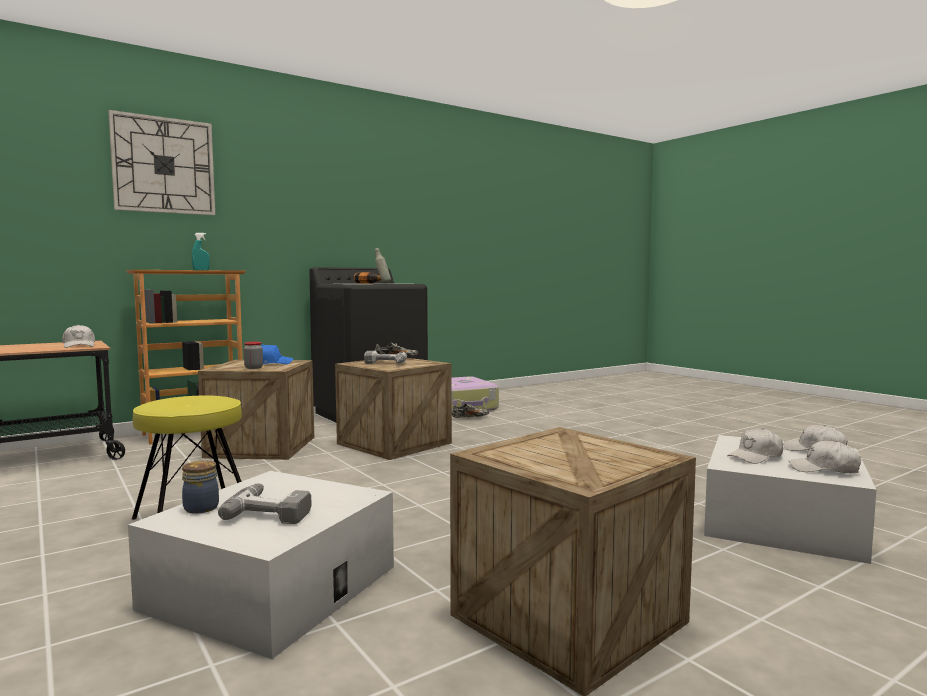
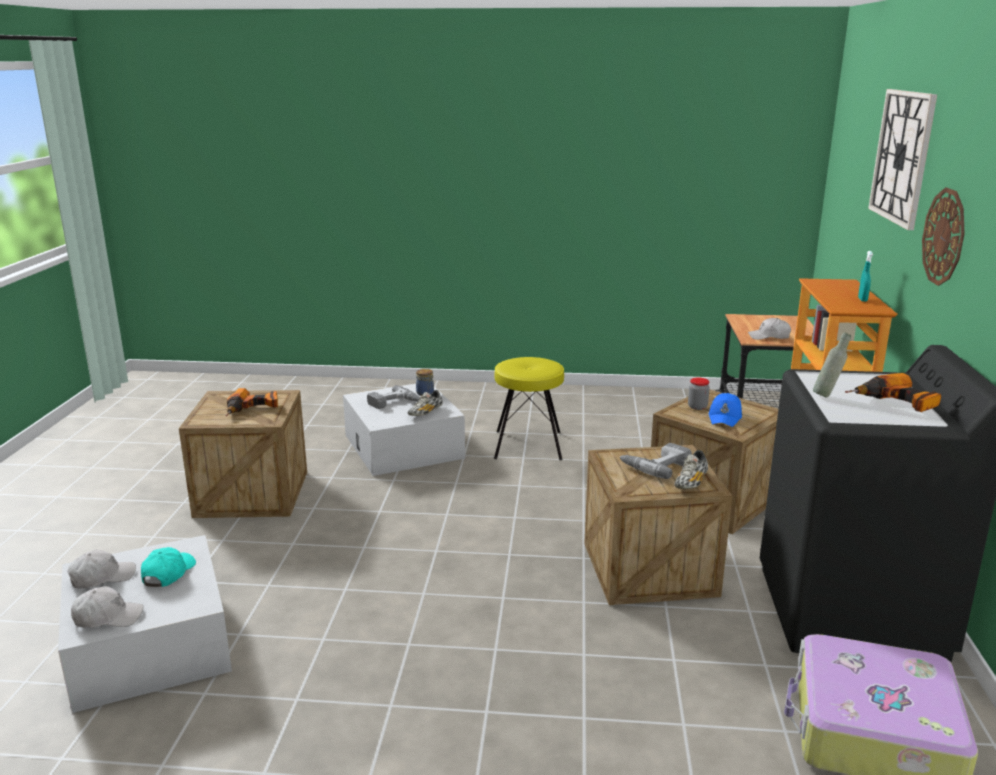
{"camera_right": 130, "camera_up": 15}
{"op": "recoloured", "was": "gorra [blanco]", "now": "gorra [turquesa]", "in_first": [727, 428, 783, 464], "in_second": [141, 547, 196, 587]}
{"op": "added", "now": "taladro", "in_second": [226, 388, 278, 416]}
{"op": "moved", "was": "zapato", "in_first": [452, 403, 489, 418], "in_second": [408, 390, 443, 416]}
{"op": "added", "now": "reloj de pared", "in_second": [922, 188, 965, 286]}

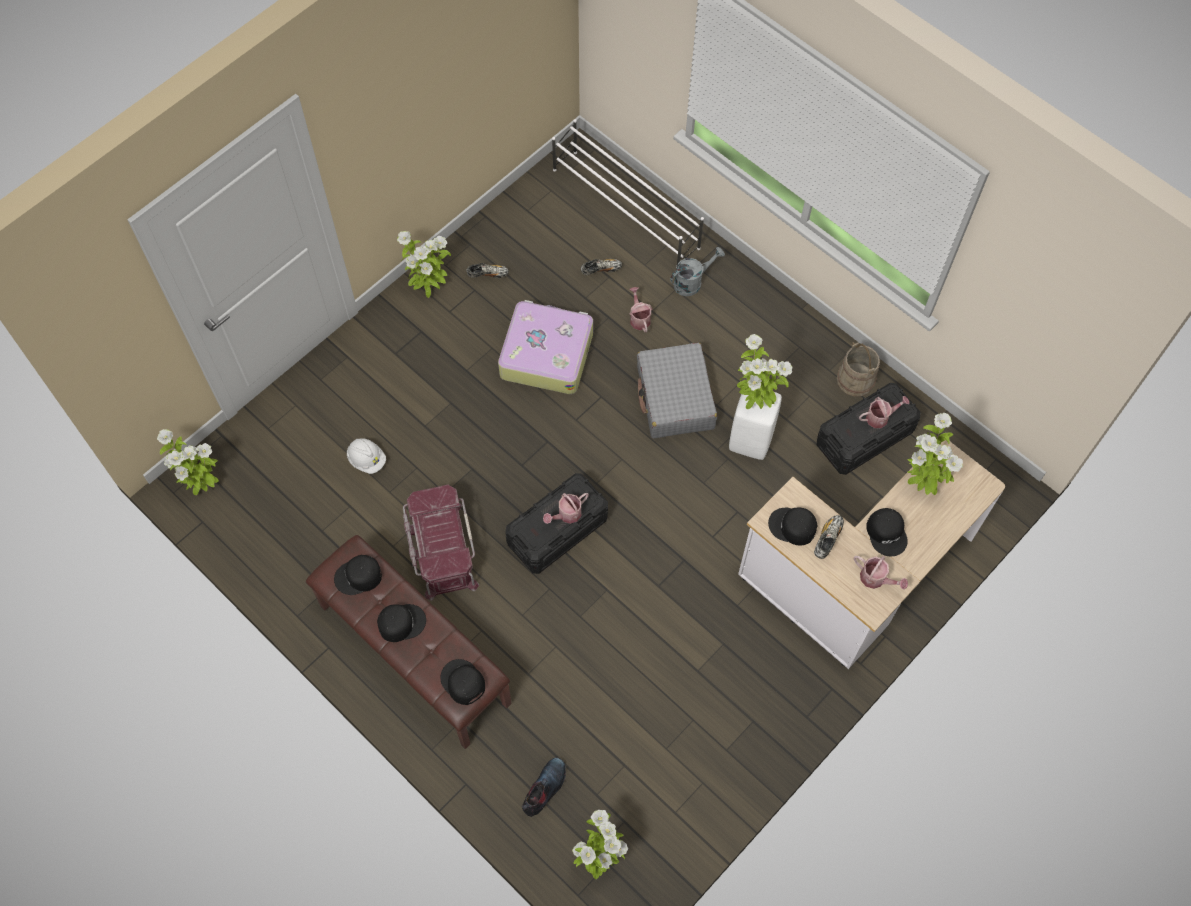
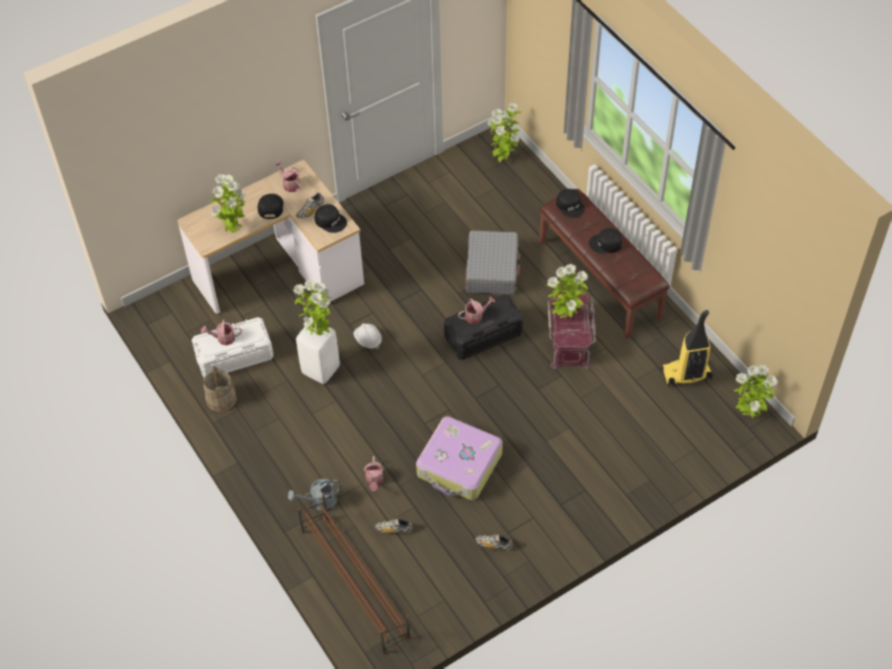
{"camera_right": -165, "camera_up": -10}
{"op": "recoloured", "was": "caja de almacenaje [negro]", "now": "caja de almacenaje [blanco]", "in_first": [816, 383, 921, 475], "in_second": [192, 317, 273, 378]}
{"op": "recoloured", "was": "zapatero [blanco]", "now": "zapatero [marrón]", "in_first": [552, 119, 704, 267], "in_second": [297, 494, 411, 654]}
{"op": "moved", "was": "casco [blanco]", "in_first": [347, 438, 386, 474], "in_second": [353, 323, 382, 349]}
{"op": "moved", "was": "maleta [gris]", "in_first": [637, 343, 717, 438], "in_second": [466, 230, 521, 295]}
{"op": "moved", "was": "planta en maceta", "in_first": [397, 231, 451, 298], "in_second": [546, 264, 588, 318]}
{"op": "added", "now": "aspiradora", "in_second": [661, 310, 712, 387]}
{"op": "removed", "was": "gorra [negro]", "in_first": [334, 555, 382, 595]}
{"op": "removed", "was": "bota", "in_first": [522, 758, 566, 817]}

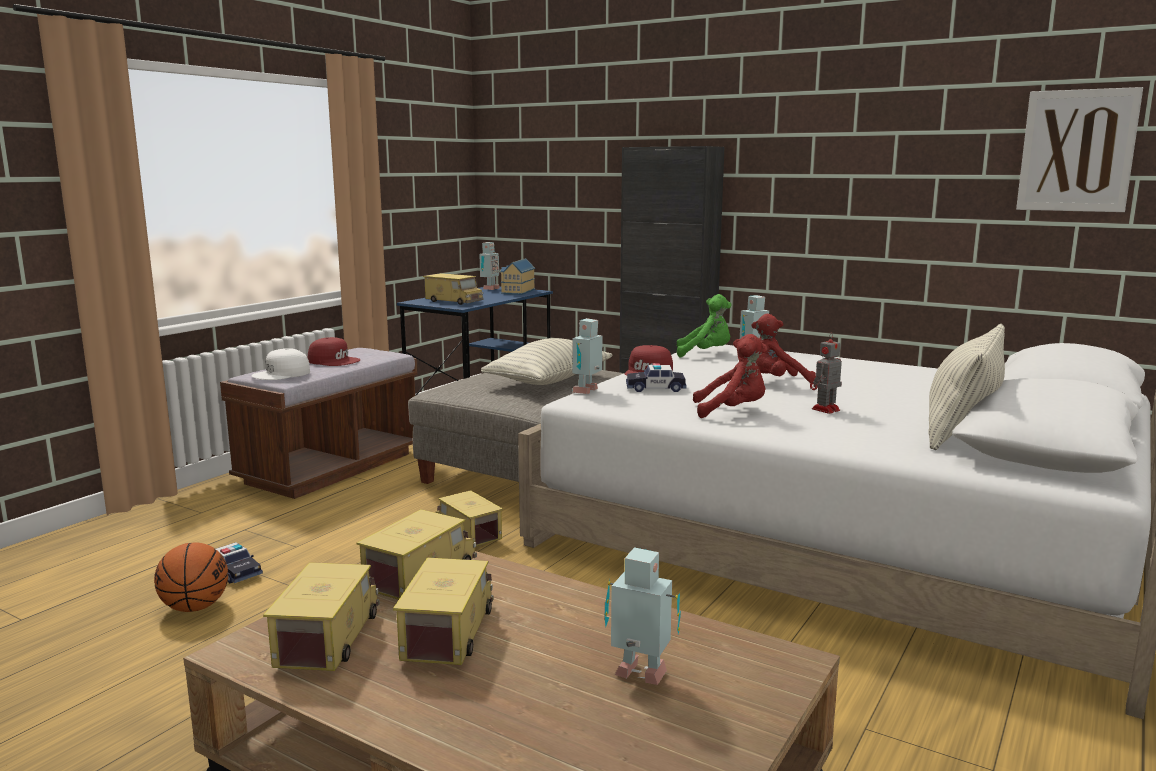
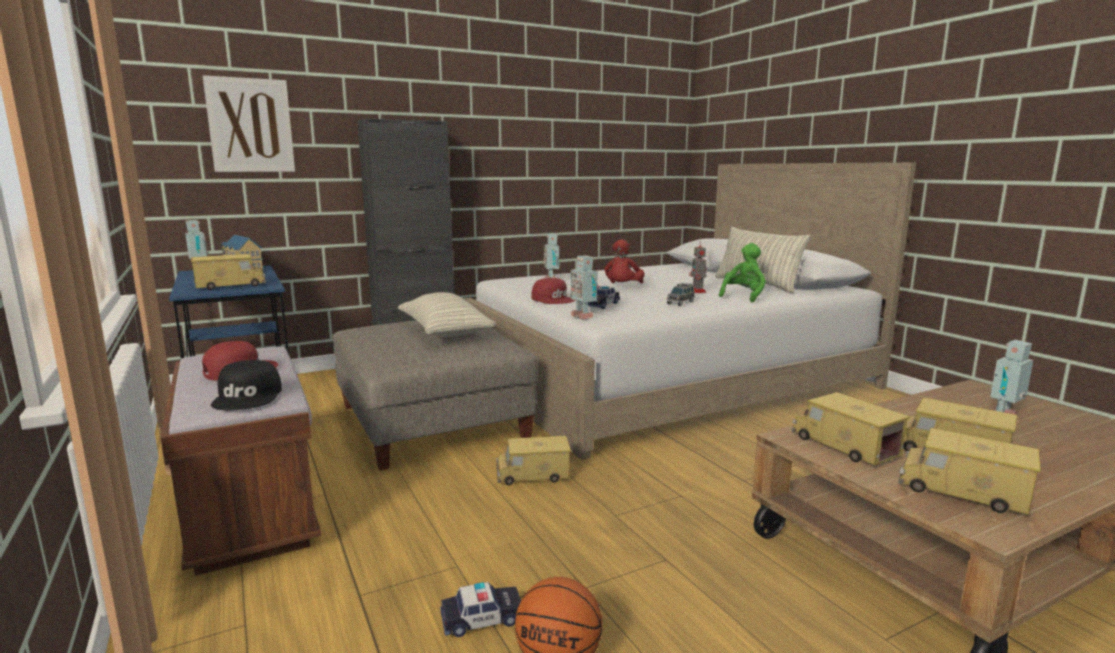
{"camera_right": -60, "camera_up": 0}
{"op": "moved", "was": "cuadro", "in_first": [1016, 87, 1143, 212], "in_second": [203, 75, 295, 172]}
{"op": "recoloured", "was": "gorra [blanco]", "now": "gorra [negro]", "in_first": [252, 348, 310, 380], "in_second": [211, 360, 282, 410]}
{"op": "replaced", "was": "peluche [rojo]", "now": "coche de juguete [gris]", "in_first": [693, 334, 768, 418], "in_second": [667, 283, 695, 306]}
{"op": "moved", "was": "peluche [verde]", "in_first": [676, 294, 732, 358], "in_second": [719, 243, 766, 302]}

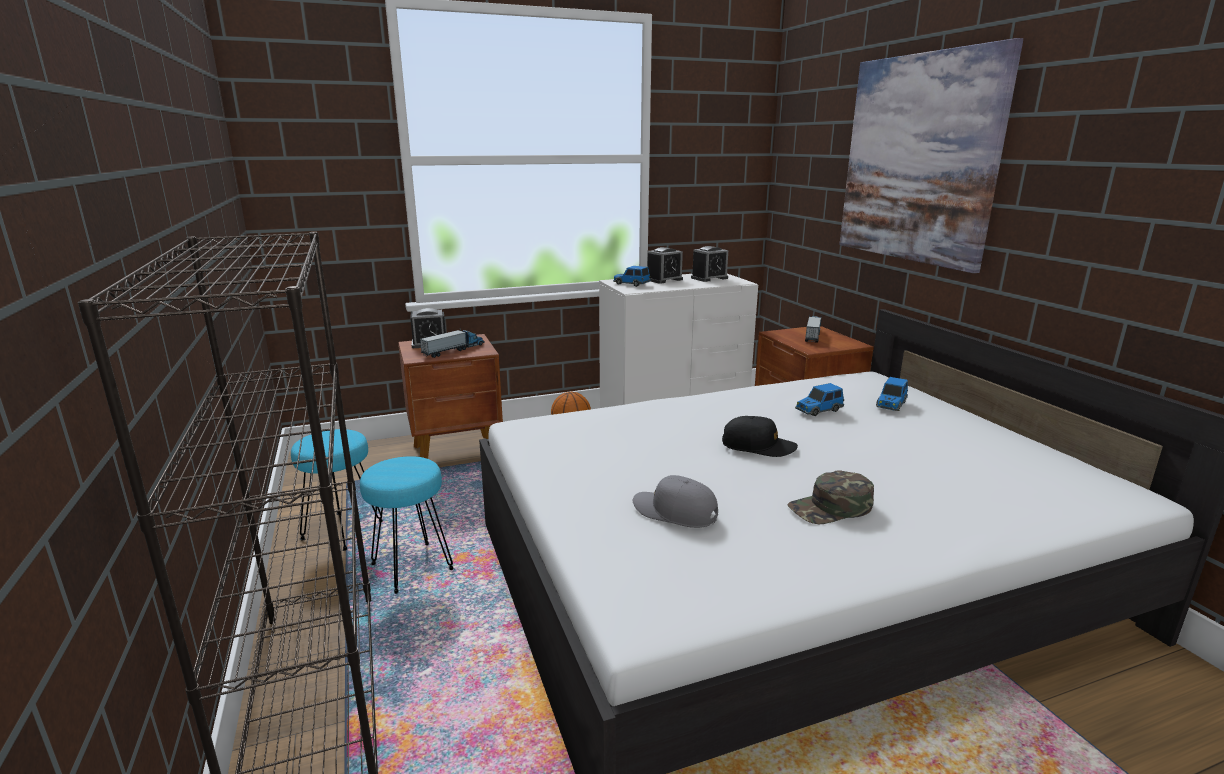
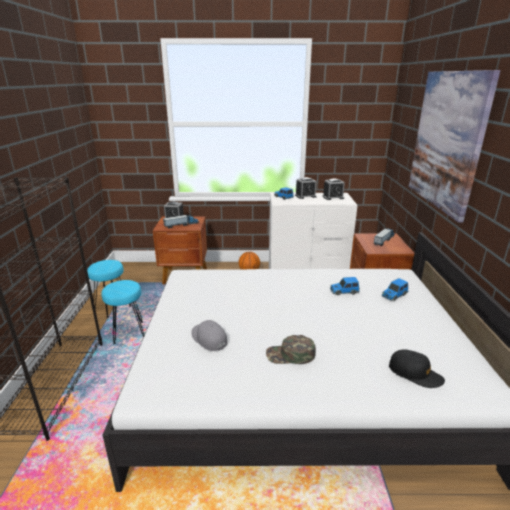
{"camera_right": 20, "camera_up": 5}
{"op": "moved", "was": "gorra [negro]", "in_first": [722, 416, 798, 457], "in_second": [389, 349, 445, 388]}

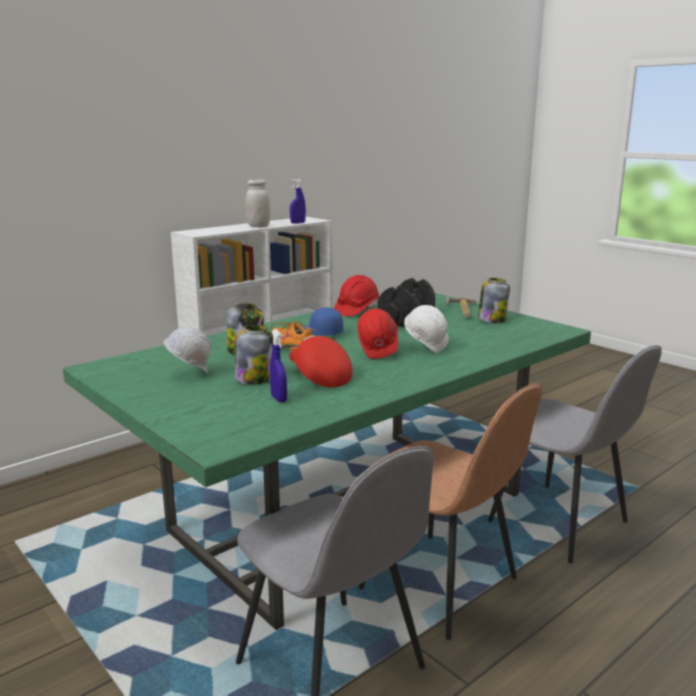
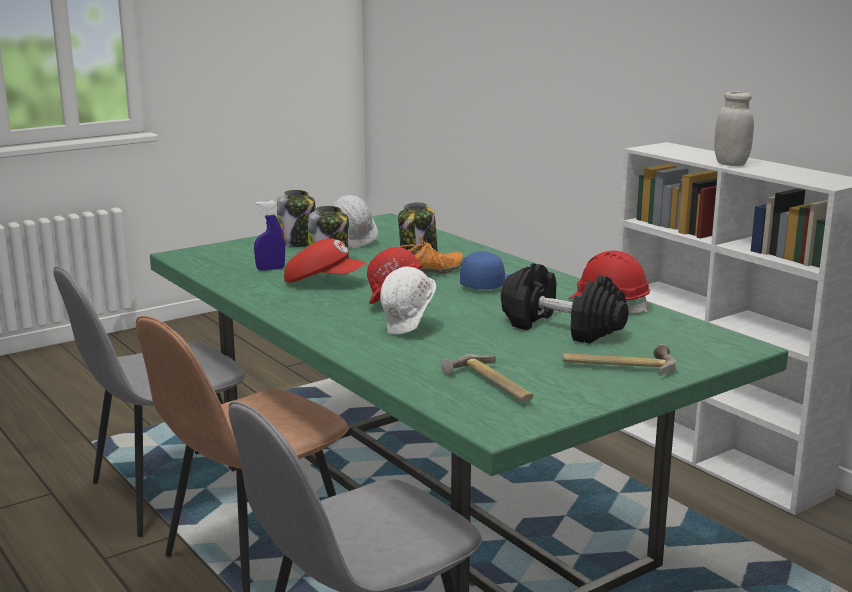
{"camera_right": 95, "camera_up": 0}
{"op": "moved", "was": "tarro", "in_first": [478, 278, 510, 323], "in_second": [277, 190, 316, 247]}
{"op": "turned", "was": "gorra [rojo]", "in_first": [289, 335, 352, 388], "in_second": [284, 238, 365, 283], "clockwise": 45}
{"op": "added", "now": "martillo", "in_second": [441, 354, 533, 402]}
{"op": "removed", "was": "pulverizador [azul]", "in_first": [290, 179, 306, 224]}

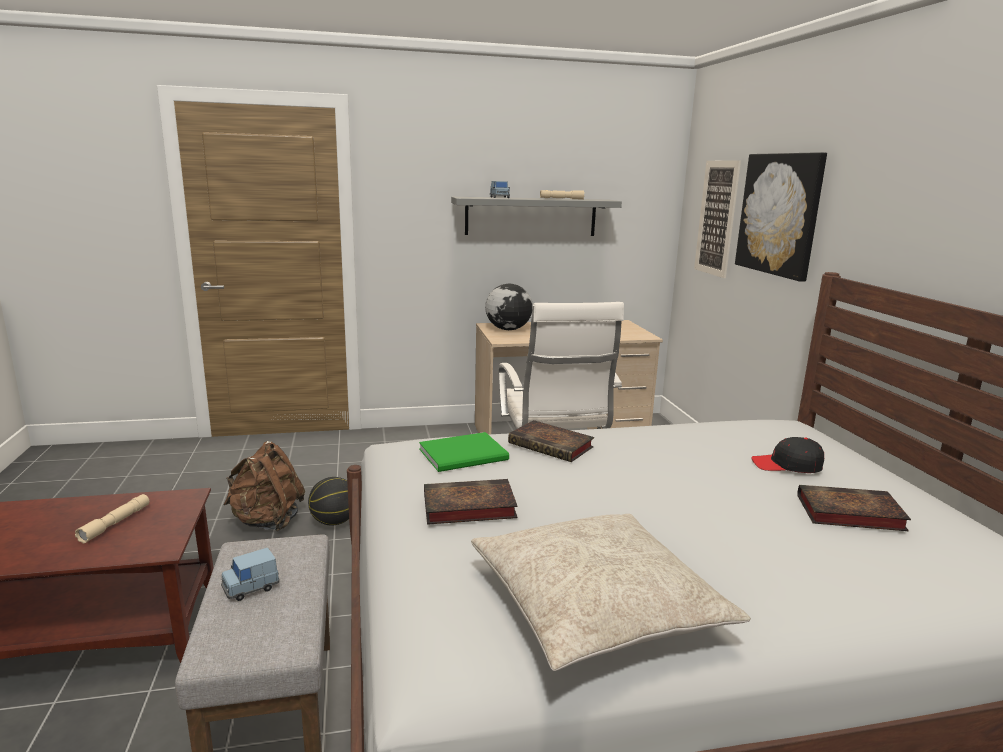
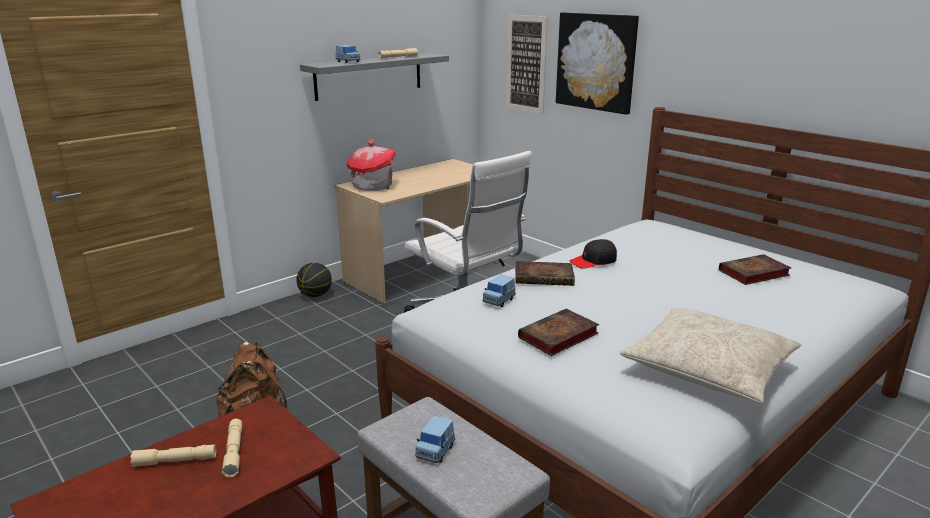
{"camera_right": -30, "camera_up": 5}
{"op": "added", "now": "linterna [beis]", "in_second": [131, 445, 216, 467]}
{"op": "moved", "was": "balón de baloncesto", "in_first": [308, 477, 349, 526], "in_second": [296, 263, 332, 297]}
{"op": "replaced", "was": "globo terráqueo", "now": "casita", "in_first": [485, 284, 533, 330], "in_second": [347, 140, 396, 191]}
{"op": "replaced", "was": "libro [verde]", "now": "coche de juguete [azul]", "in_first": [419, 432, 509, 472], "in_second": [483, 274, 516, 307]}
{"op": "moved", "was": "gorra [negro]", "in_first": [751, 437, 824, 473], "in_second": [569, 239, 617, 269]}

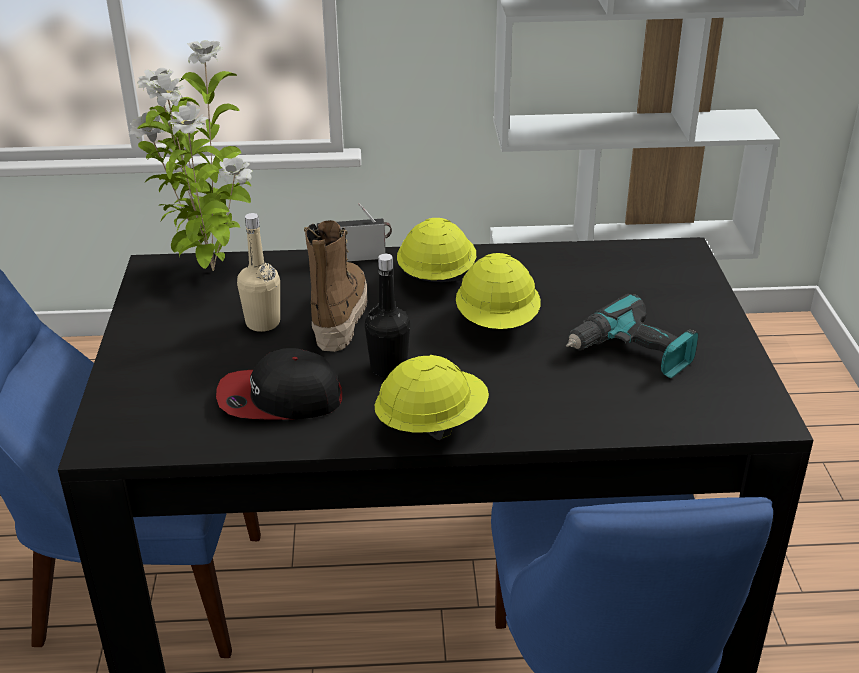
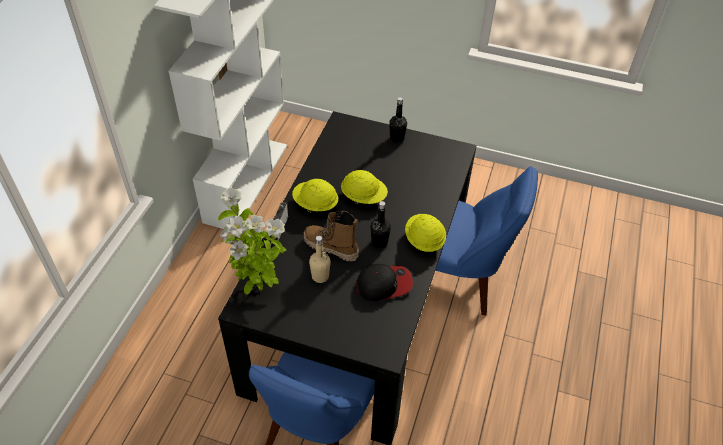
{"camera_right": -70, "camera_up": 15}
{"op": "turned", "was": "gorra", "in_first": [216, 348, 342, 420], "in_second": [356, 264, 413, 301], "clockwise": -120}
{"op": "added", "now": "botella [negro]", "in_second": [389, 97, 407, 143]}
{"op": "removed", "was": "taladro", "in_first": [566, 294, 698, 378]}

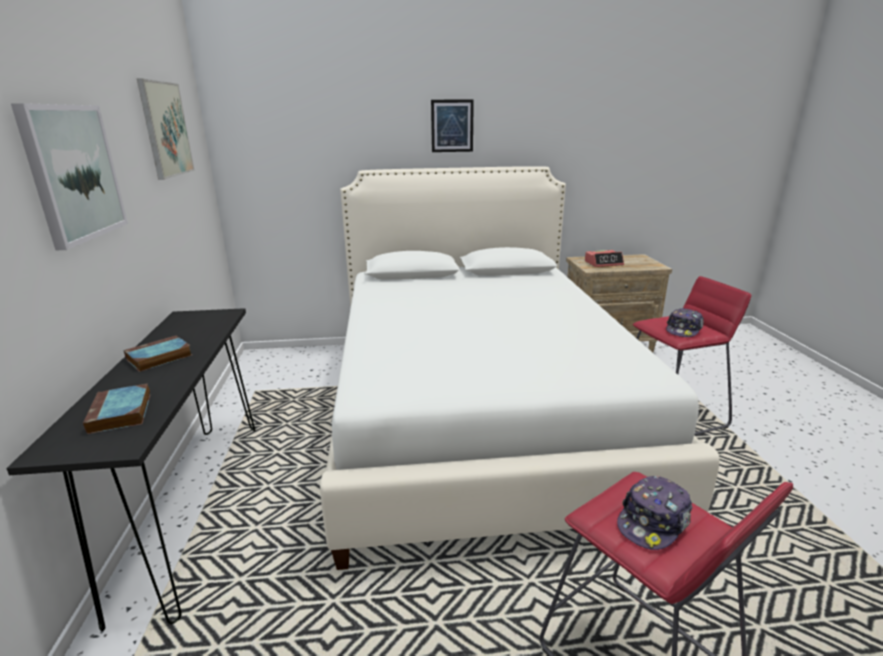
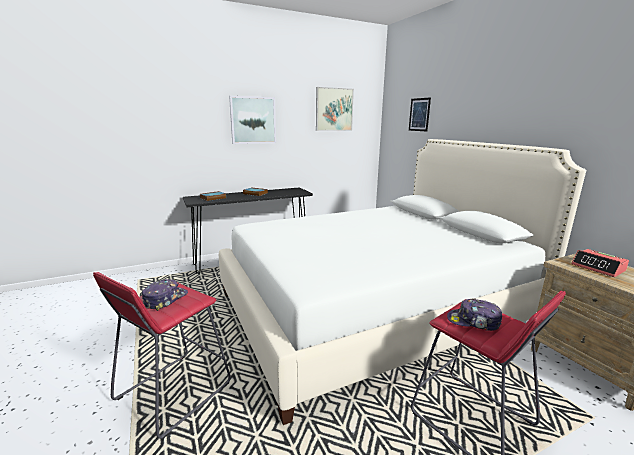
{"camera_right": 70, "camera_up": -5}
{"op": "turned", "was": "gorra", "in_first": [617, 476, 692, 550], "in_second": [142, 279, 188, 311], "clockwise": 90}
{"op": "moved", "was": "cuadro", "in_first": [431, 99, 474, 152], "in_second": [409, 97, 431, 131]}

